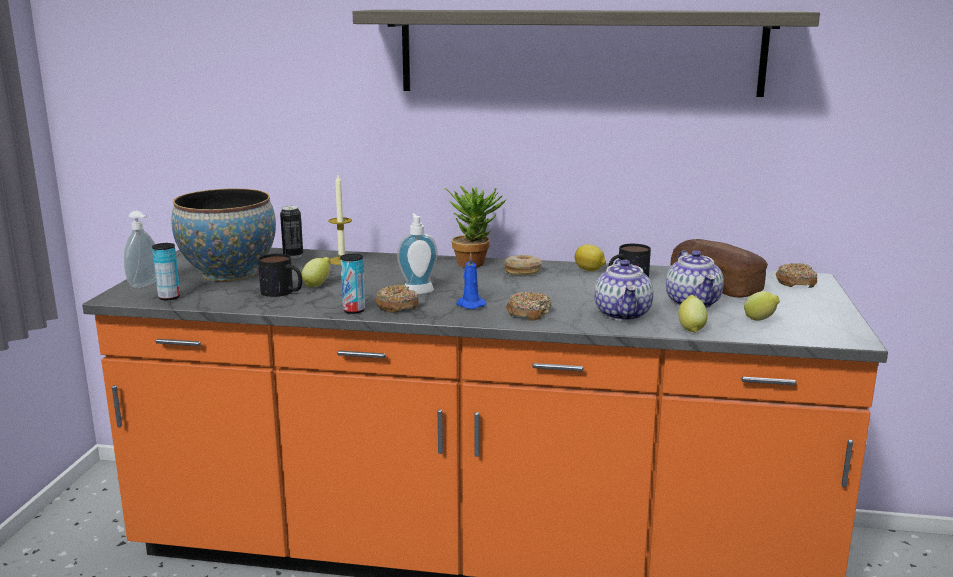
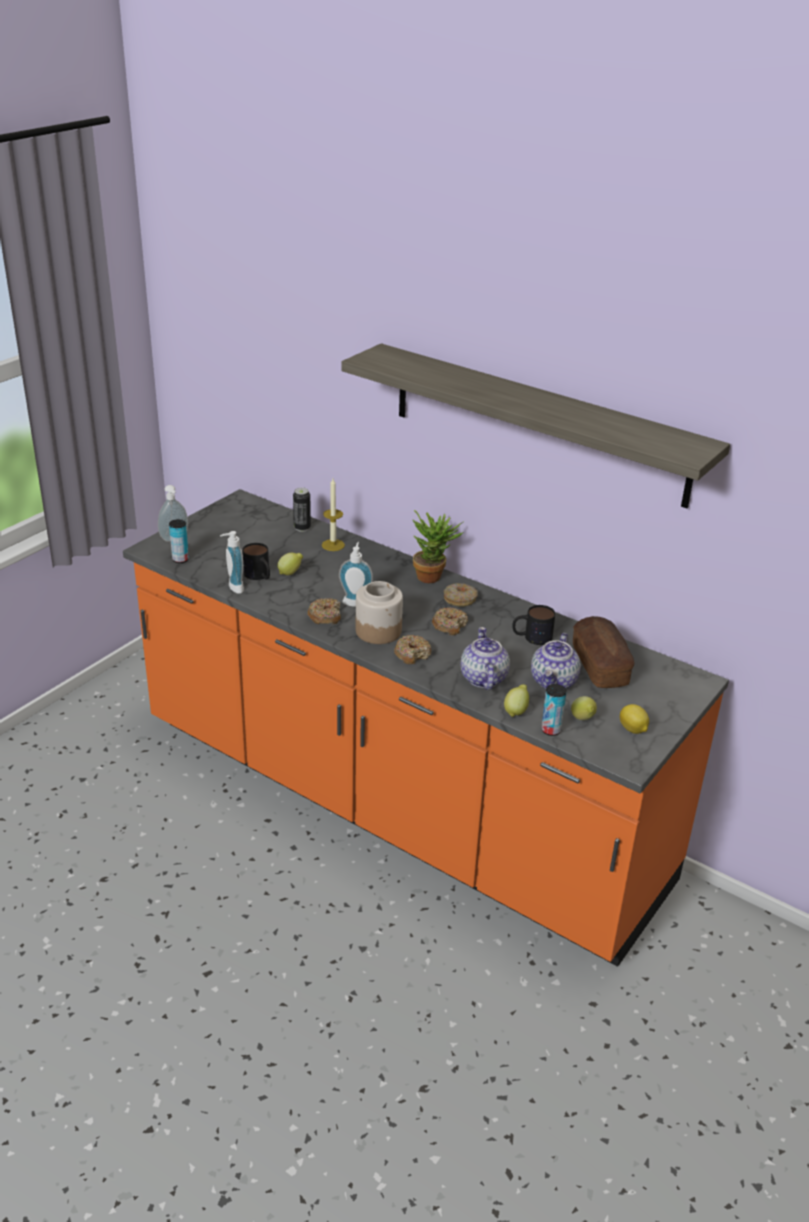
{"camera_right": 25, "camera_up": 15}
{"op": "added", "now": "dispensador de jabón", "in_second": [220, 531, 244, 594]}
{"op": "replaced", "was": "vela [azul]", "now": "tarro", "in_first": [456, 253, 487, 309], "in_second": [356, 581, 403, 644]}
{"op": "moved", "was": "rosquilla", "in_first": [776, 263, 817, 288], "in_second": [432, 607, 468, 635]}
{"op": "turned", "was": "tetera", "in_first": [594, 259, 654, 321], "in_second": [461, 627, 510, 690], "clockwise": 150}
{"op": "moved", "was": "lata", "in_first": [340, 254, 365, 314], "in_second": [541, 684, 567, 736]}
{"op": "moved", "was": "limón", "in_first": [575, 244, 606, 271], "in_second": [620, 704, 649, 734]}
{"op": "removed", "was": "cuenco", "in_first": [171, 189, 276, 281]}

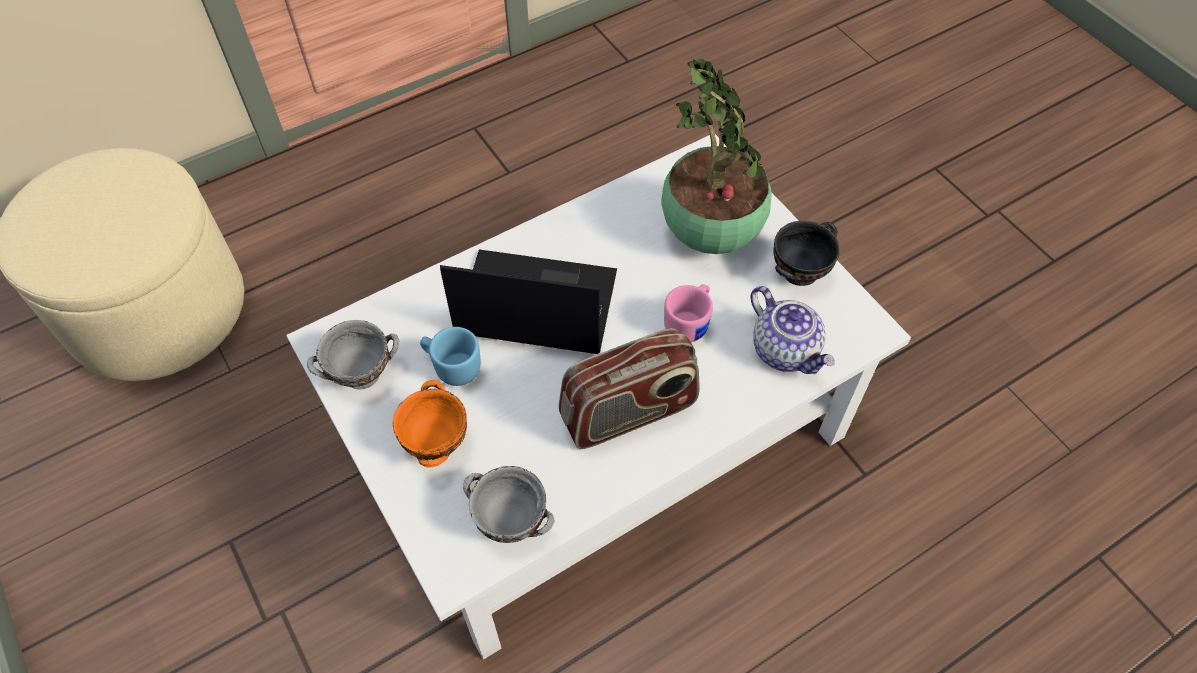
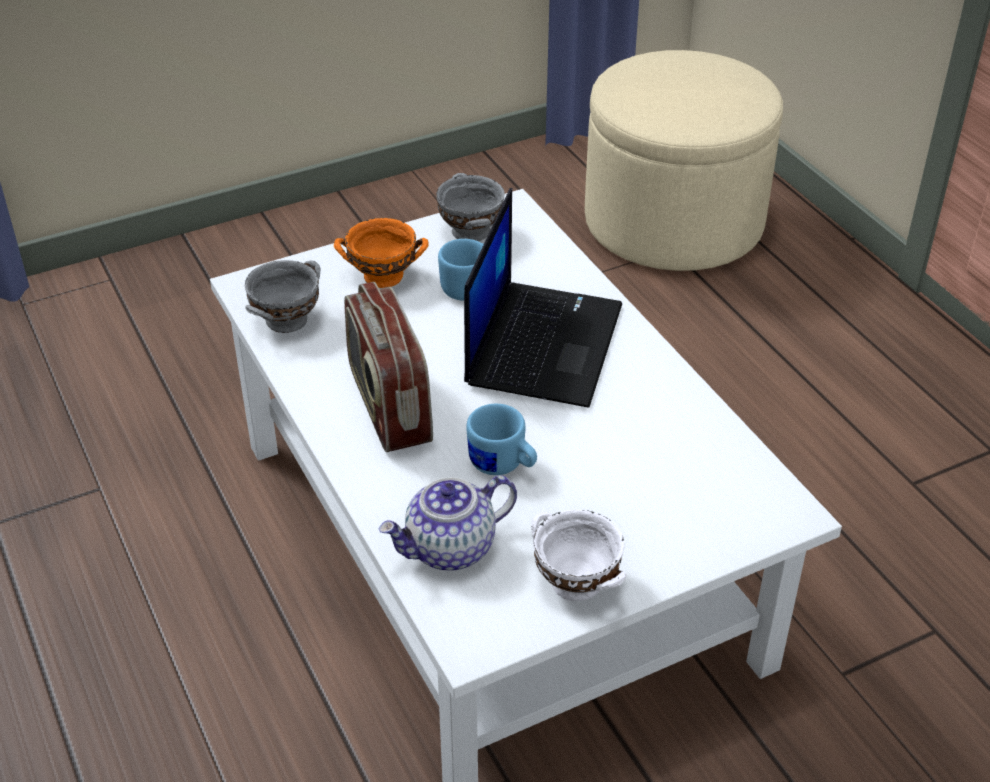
{"camera_right": 95, "camera_up": -15}
{"op": "recoloured", "was": "taza grande [rosa]", "now": "taza grande [azul]", "in_first": [664, 284, 713, 343], "in_second": [467, 404, 537, 475]}
{"op": "recoloured", "was": "cuenco [negro]", "now": "cuenco [blanco]", "in_first": [773, 221, 840, 286], "in_second": [531, 509, 627, 601]}
{"op": "removed", "was": "planta en maceta", "in_first": [661, 59, 772, 254]}

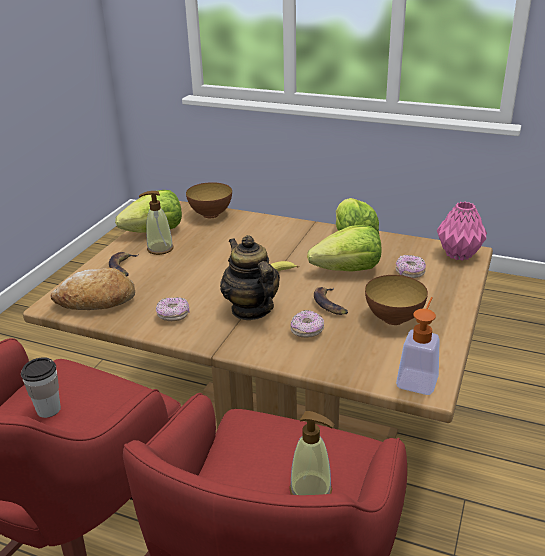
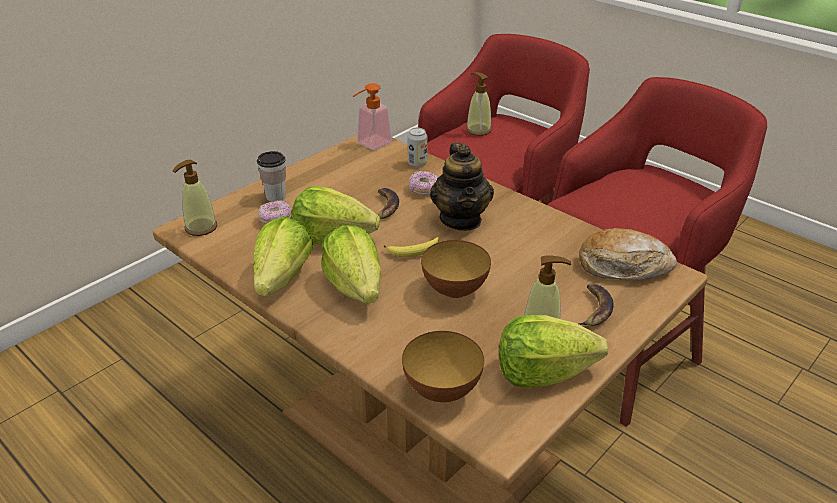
{"camera_right": -160, "camera_up": 5}
{"op": "replaced", "was": "florero [rosa]", "now": "dispensador de jabón", "in_first": [437, 202, 487, 261], "in_second": [172, 160, 217, 236]}
{"op": "moved", "was": "taza", "in_first": [21, 357, 61, 418], "in_second": [257, 151, 286, 202]}
{"op": "added", "now": "lechuga", "in_second": [321, 225, 381, 304]}
{"op": "added", "now": "lata", "in_second": [407, 128, 427, 167]}
{"op": "moved", "was": "cuenco", "in_first": [365, 275, 428, 325], "in_second": [421, 240, 491, 298]}
{"op": "removed", "was": "rosquilla", "in_first": [156, 297, 190, 321]}

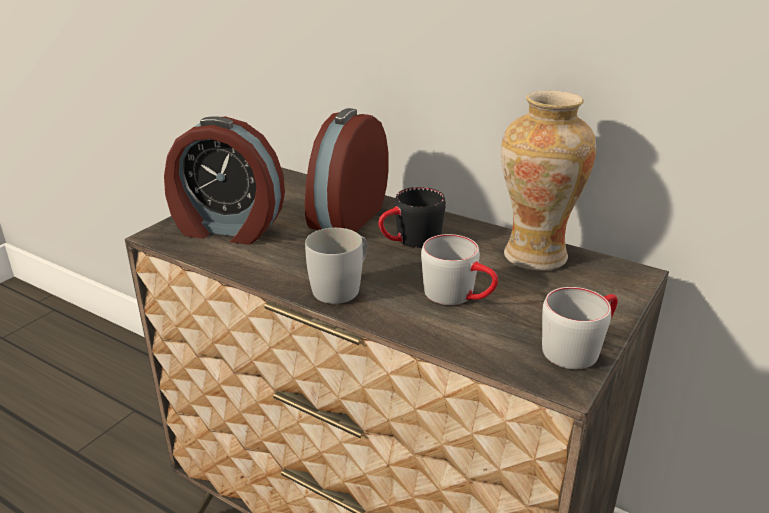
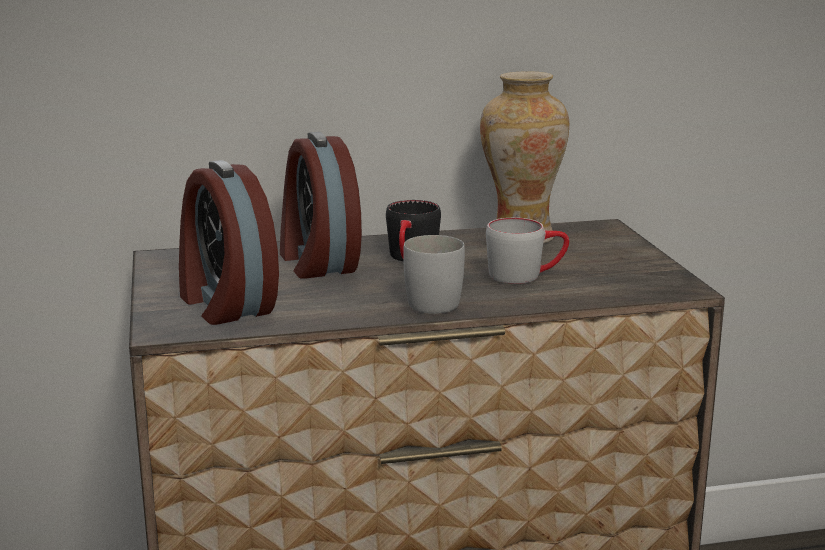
{"camera_right": -45, "camera_up": -10}
{"op": "turned", "was": "despertador", "in_first": [164, 116, 285, 245], "in_second": [179, 160, 279, 325], "clockwise": 90}
{"op": "removed", "was": "taza grande [gris]", "in_first": [542, 287, 618, 369]}

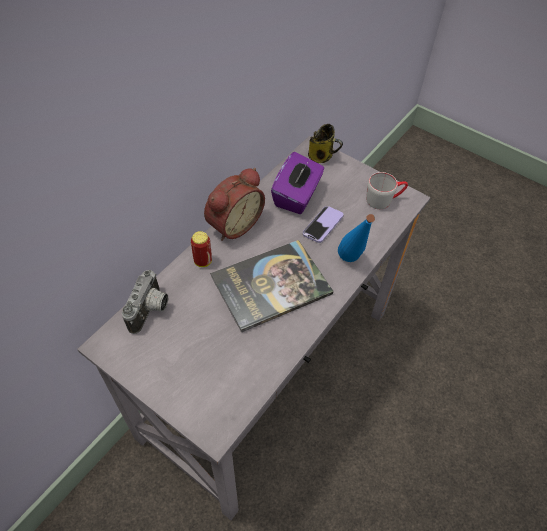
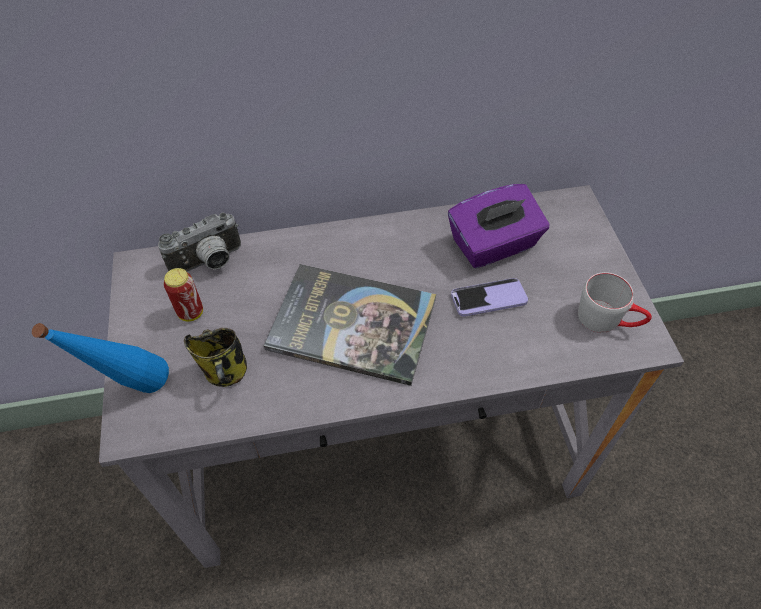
{"camera_right": 45, "camera_up": 0}
{"op": "moved", "was": "botella [azul]", "in_first": [338, 214, 375, 262], "in_second": [32, 323, 169, 393]}
{"op": "moved", "was": "lata", "in_first": [191, 231, 212, 267], "in_second": [164, 268, 203, 322]}
{"op": "moved", "was": "taza grande", "in_first": [308, 124, 343, 163], "in_second": [184, 328, 247, 387]}
{"op": "removed", "was": "despertador", "in_first": [204, 168, 265, 241]}

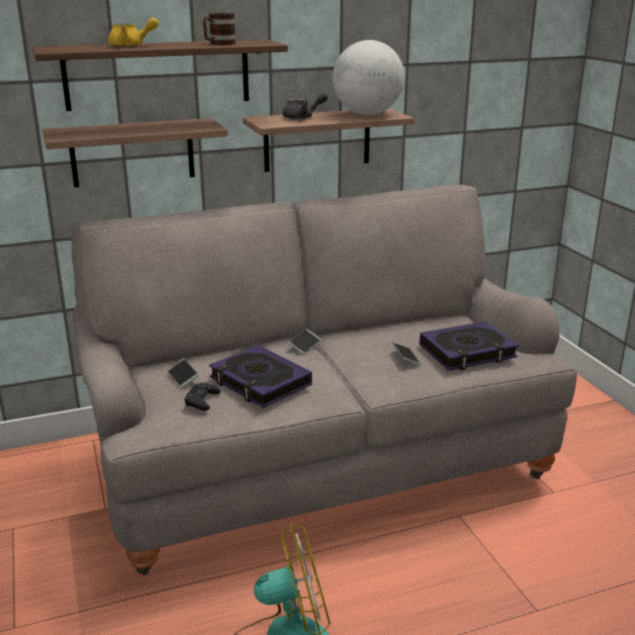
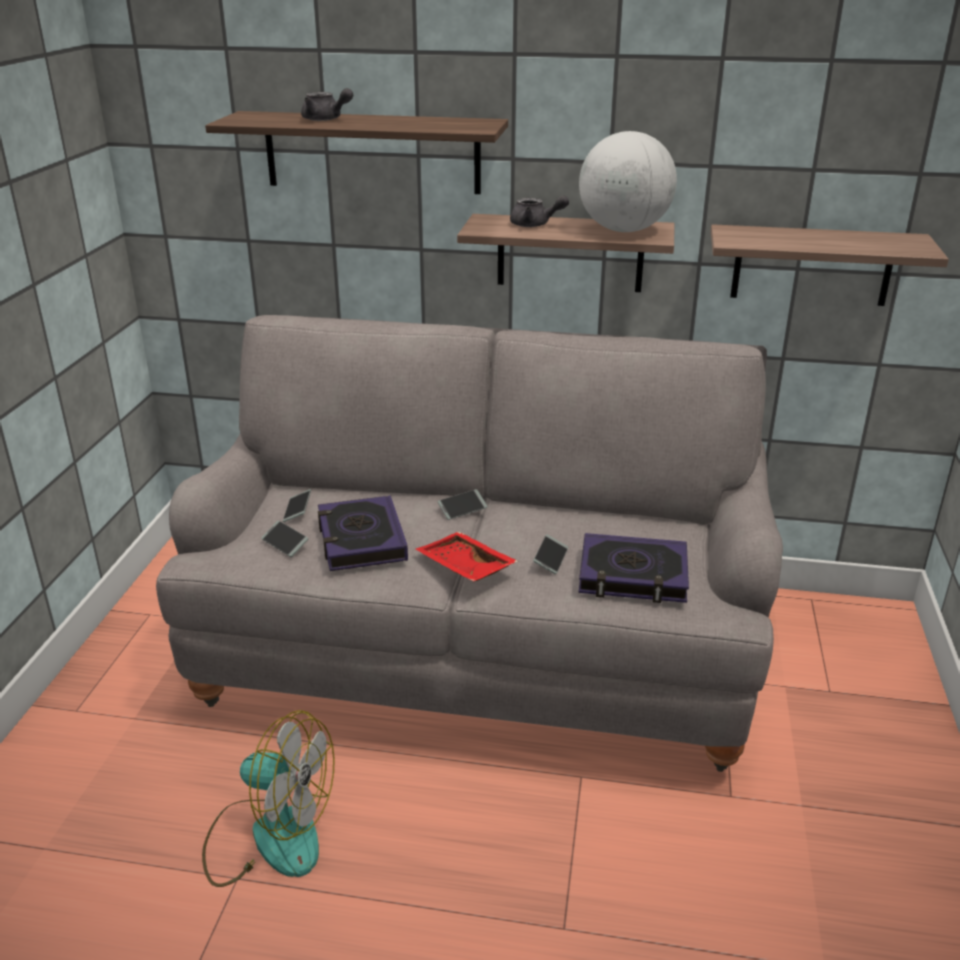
{"camera_right": 30, "camera_up": 5}
{"op": "replaced", "was": "mando de consola [negro]", "now": "móvil", "in_first": [184, 383, 221, 411], "in_second": [261, 521, 308, 557]}
{"op": "recoloured", "was": "tetera [amarillo]", "now": "tetera [gris]", "in_first": [108, 17, 159, 47], "in_second": [301, 88, 353, 121]}
{"op": "added", "now": "bandeja [rojo]", "in_second": [416, 532, 518, 582]}
{"op": "moved", "was": "estante", "in_first": [42, 118, 228, 188], "in_second": [710, 224, 949, 306]}
{"op": "removed", "was": "taza grande [marrón]", "in_first": [203, 13, 236, 45]}

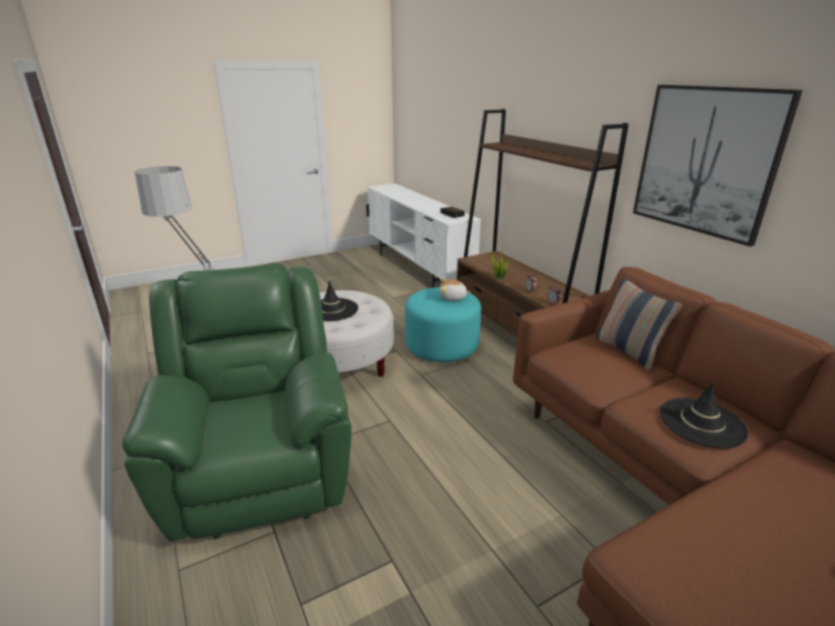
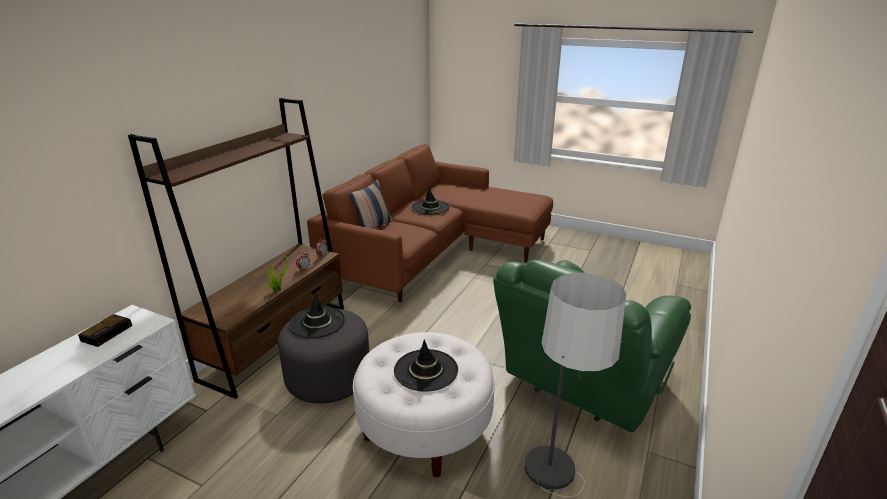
{"camera_right": -125, "camera_up": 0}
{"op": "recoloured", "was": "puf [turquesa]", "now": "puf [gris]", "in_first": [405, 287, 481, 362], "in_second": [278, 309, 369, 403]}
{"op": "replaced", "was": "peluche", "now": "sombrero [negro]", "in_first": [439, 278, 471, 301], "in_second": [289, 293, 345, 338]}
{"op": "removed", "was": "cuadro", "in_first": [633, 85, 803, 247]}

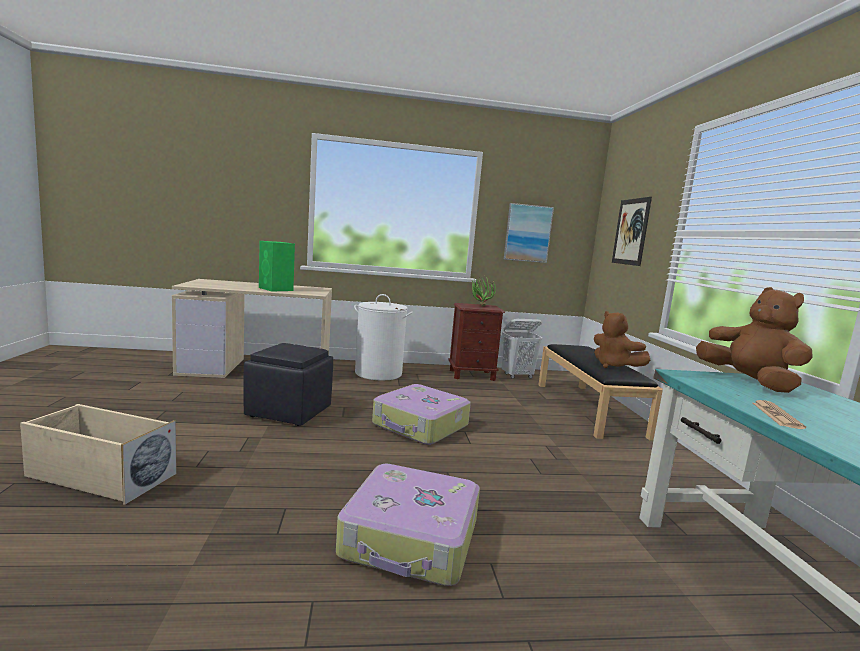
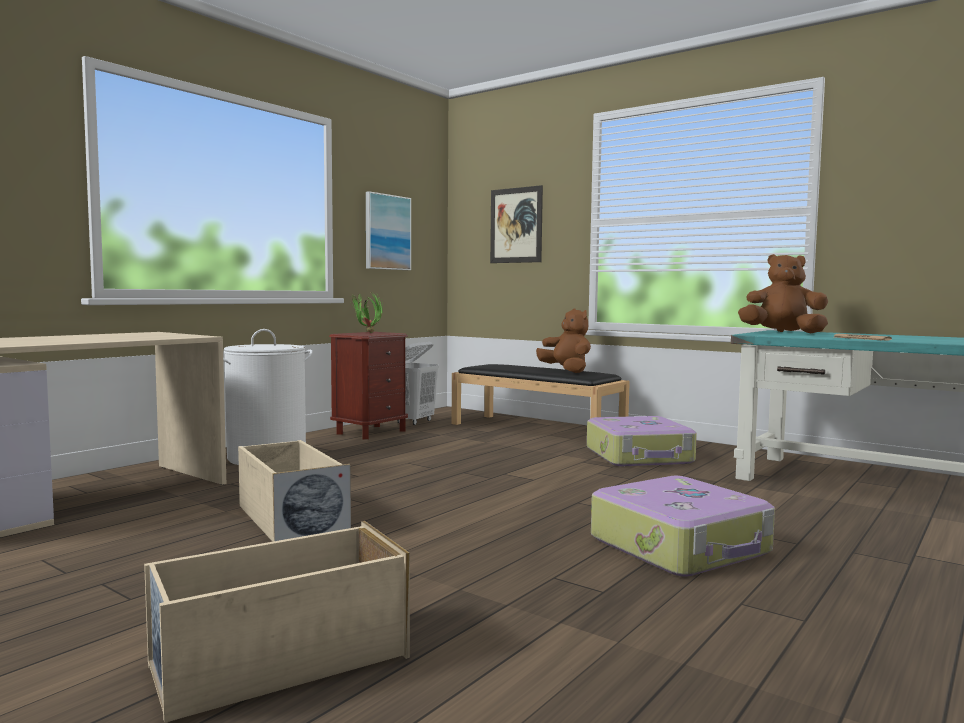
{"camera_right": -45, "camera_up": -5}
{"op": "replaced", "was": "puf [negro]", "now": "caja de almacenaje [beis]", "in_first": [243, 343, 333, 426], "in_second": [238, 440, 351, 542]}
{"op": "turned", "was": "peluche [marrón]", "in_first": [594, 311, 650, 368], "in_second": [536, 308, 591, 373], "clockwise": -135}
{"op": "moved", "was": "maleta", "in_first": [372, 384, 471, 445], "in_second": [587, 416, 697, 466]}
{"op": "removed", "was": "altavoz [verde]", "in_first": [259, 241, 295, 292]}

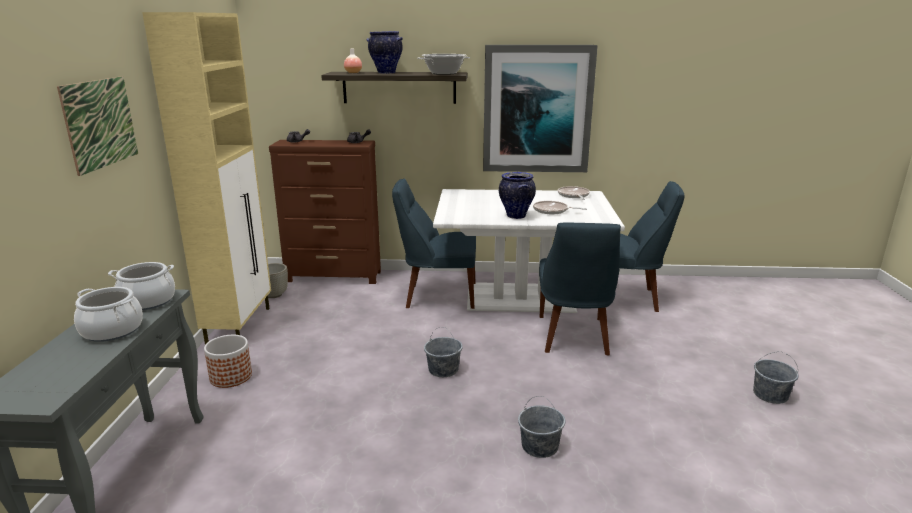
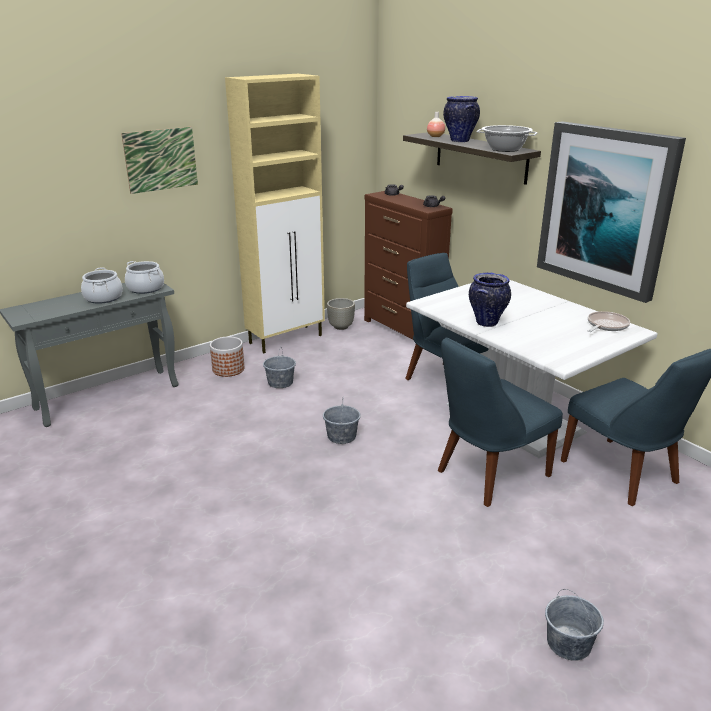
{"camera_right": 50, "camera_up": 5}
{"op": "moved", "was": "cubo [gris]", "in_first": [518, 396, 565, 458], "in_second": [263, 347, 296, 388]}
{"op": "removed", "was": "sartén", "in_first": [533, 201, 587, 214]}

